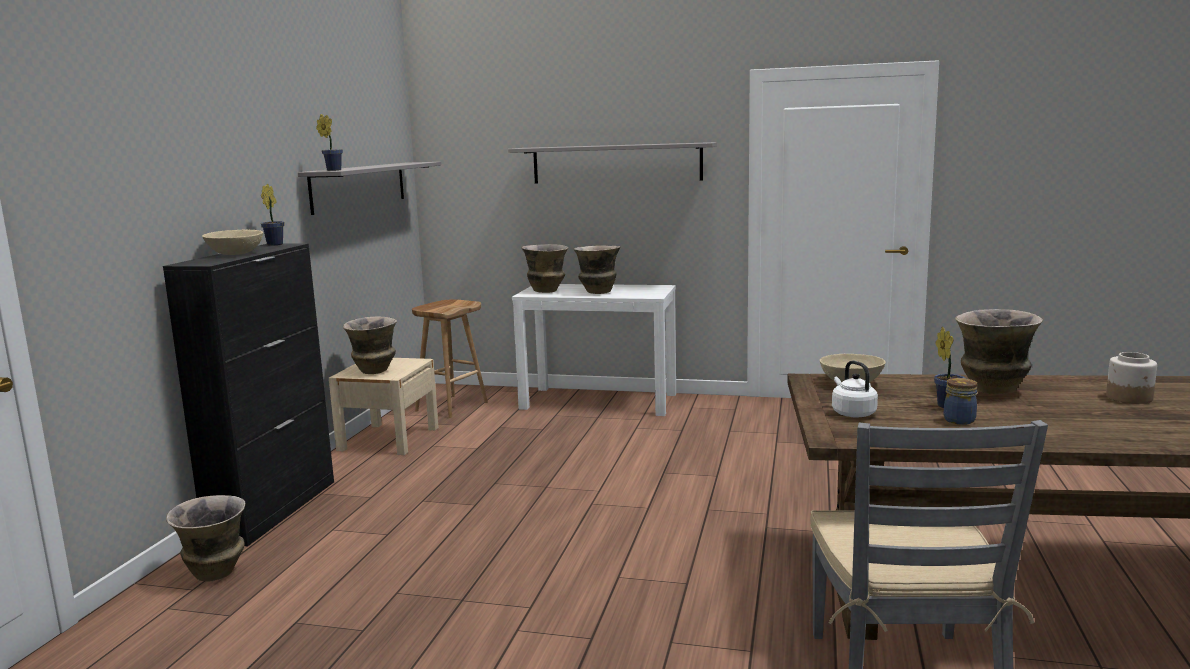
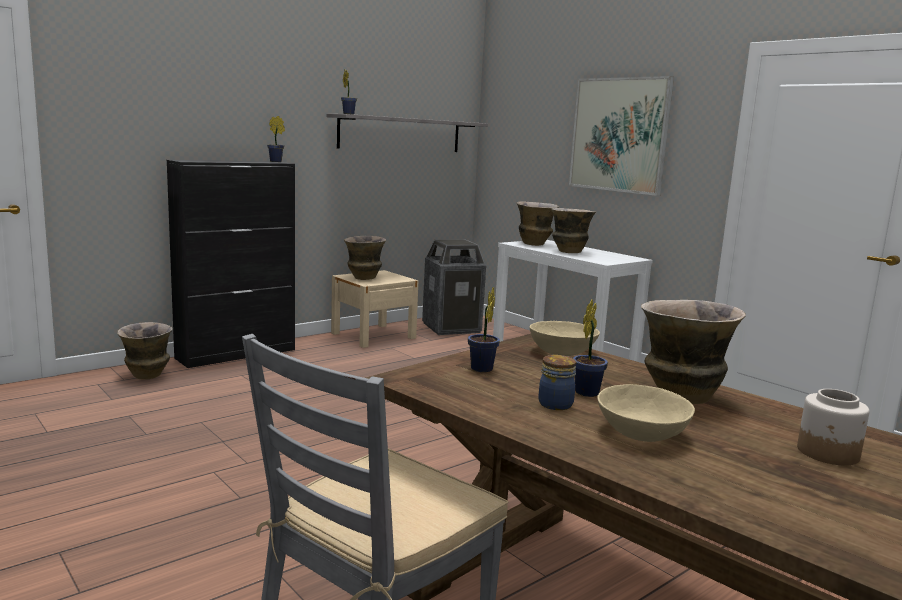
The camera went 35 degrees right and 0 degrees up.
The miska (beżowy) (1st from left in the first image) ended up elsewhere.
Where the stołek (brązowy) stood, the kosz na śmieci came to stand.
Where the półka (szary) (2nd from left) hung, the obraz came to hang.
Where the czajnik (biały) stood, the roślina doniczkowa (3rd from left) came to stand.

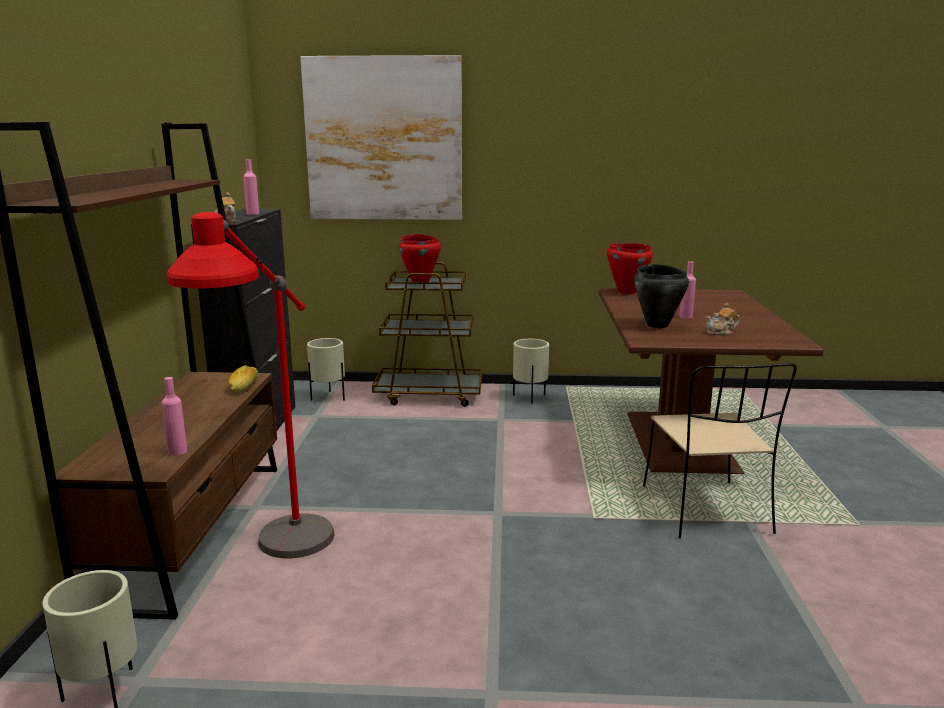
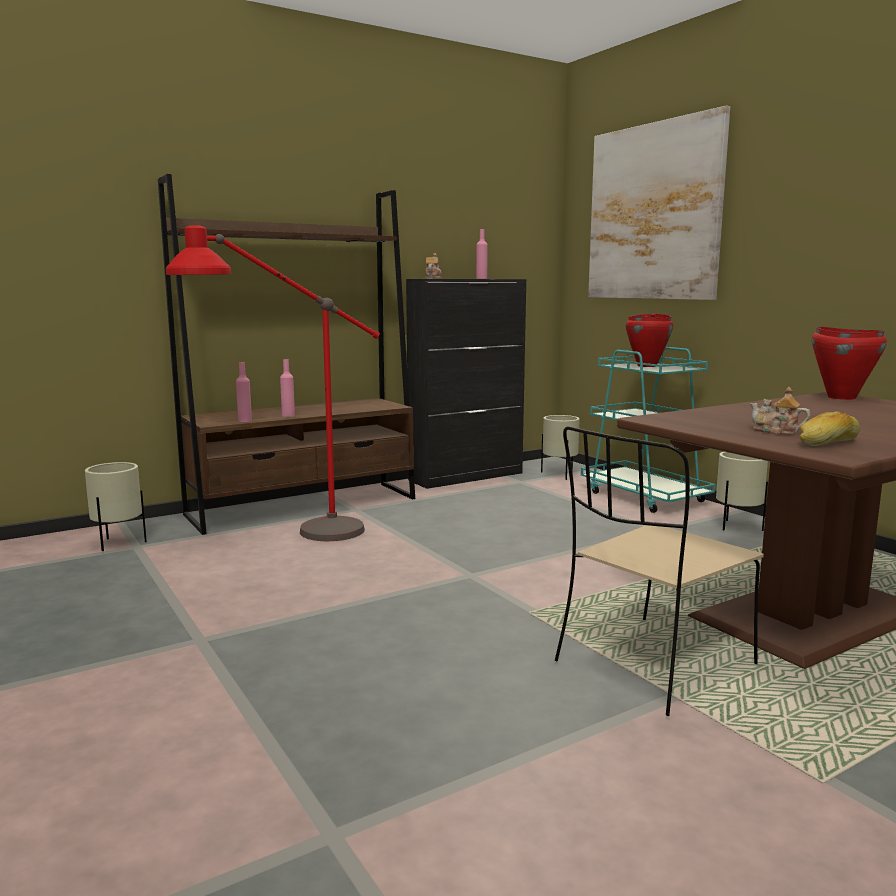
The camera went 55 degrees right and 5 degrees down.
The second view lost the garnek (czarny).
The chleb ended up elsewhere.
The butelka (różowy) (3rd from left in the first image) ended up elsewhere.
What was the wózek (brązowy) turned into the wózek (turkusowy).

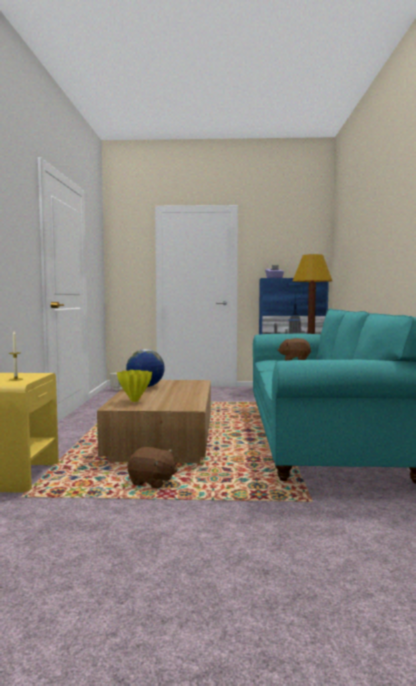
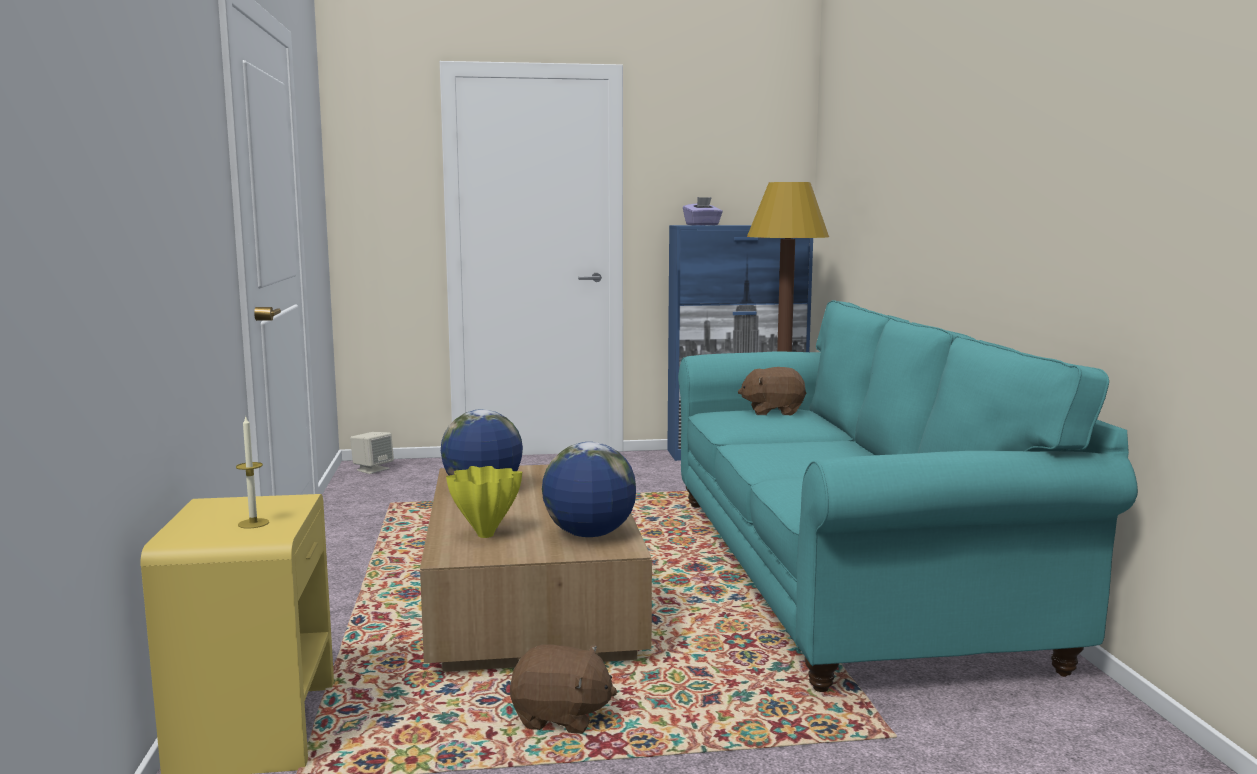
The camera went 10 degrees left and 5 degrees up.
The second view gained the globus (2nd from left).

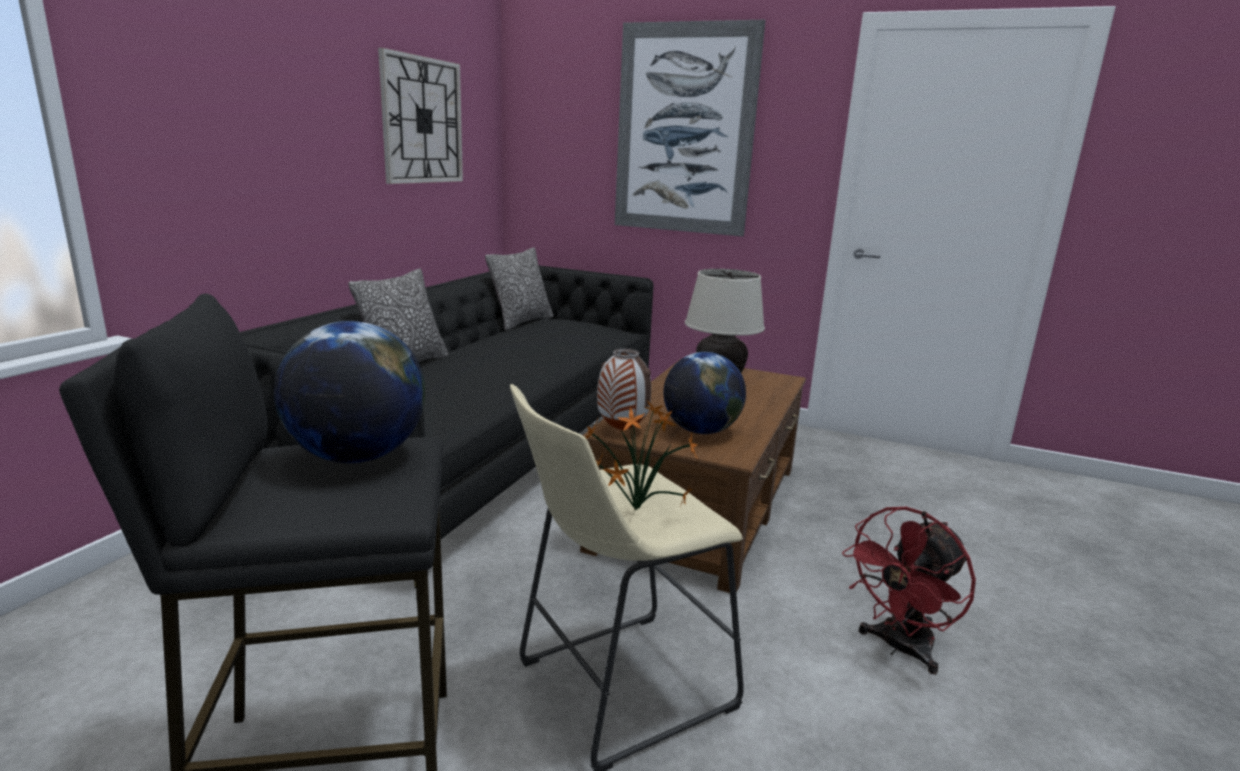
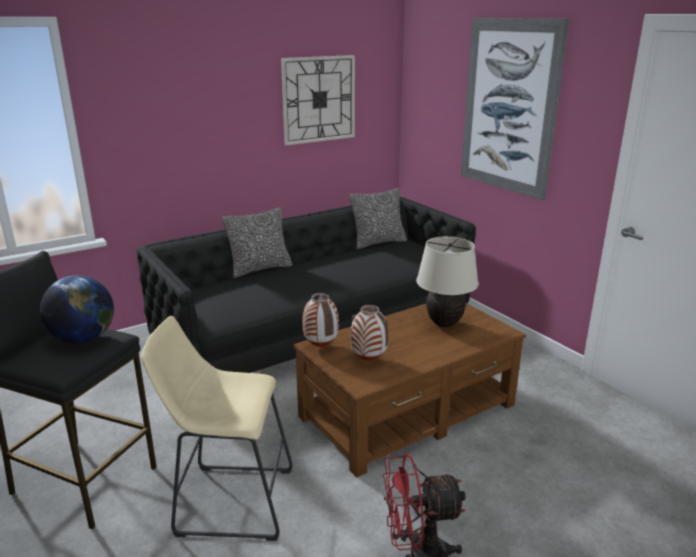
The camera went 35 degrees right and 5 degrees up.
The second view lost the roślina doniczkowa.
Where the globus (2nd from left) stood, the wazon (2nd from left) came to stand.

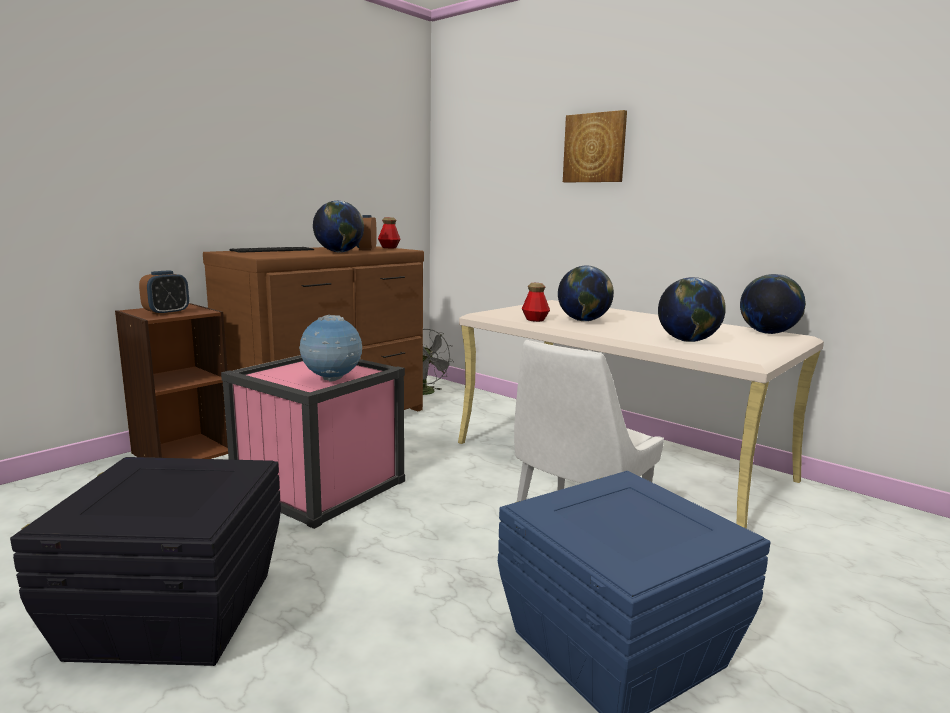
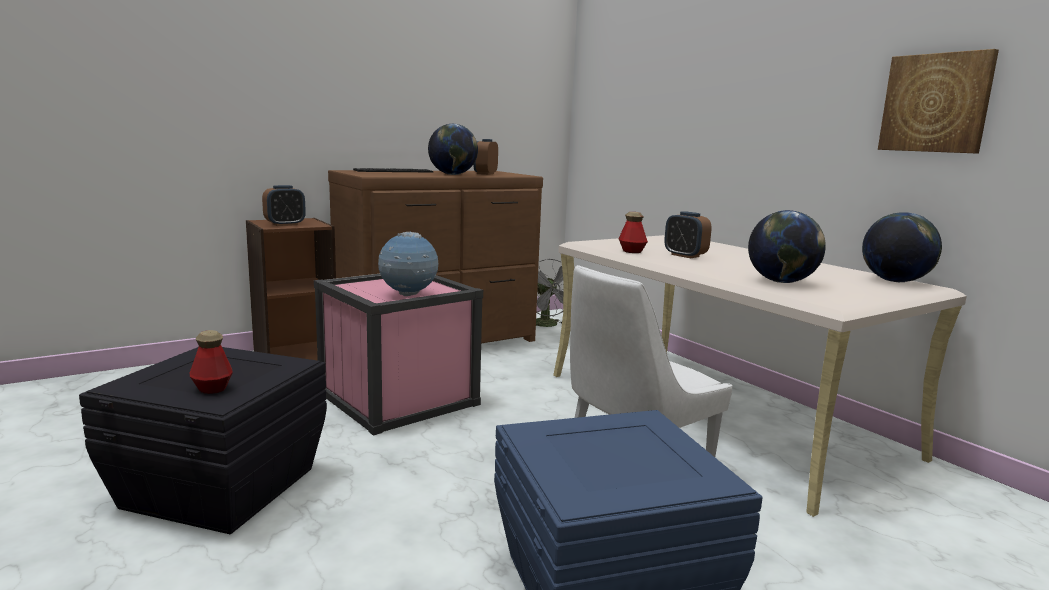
The camera went 15 degrees right and 0 degrees up.
The butelka (1st from left) ended up elsewhere.
The obraz ended up elsewhere.
Where the globus (3rd from left) stood, the budzik (3rd from left) came to stand.

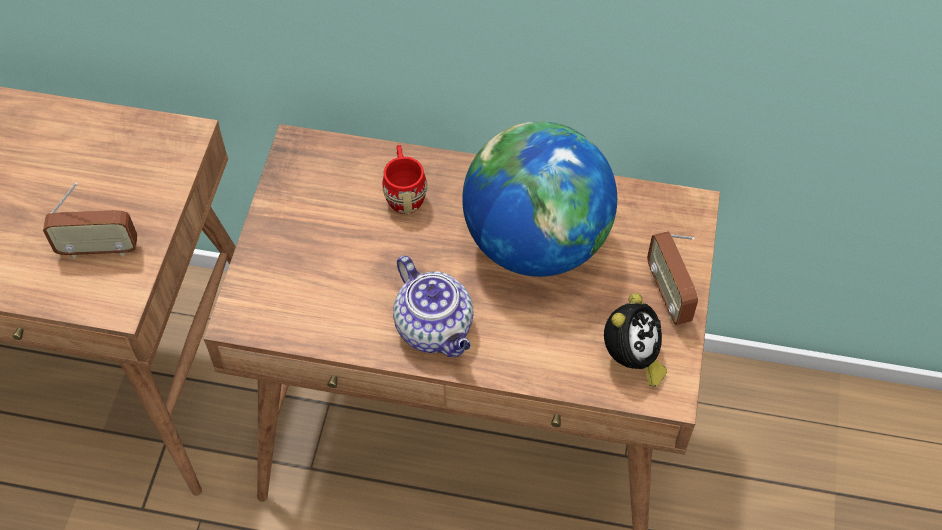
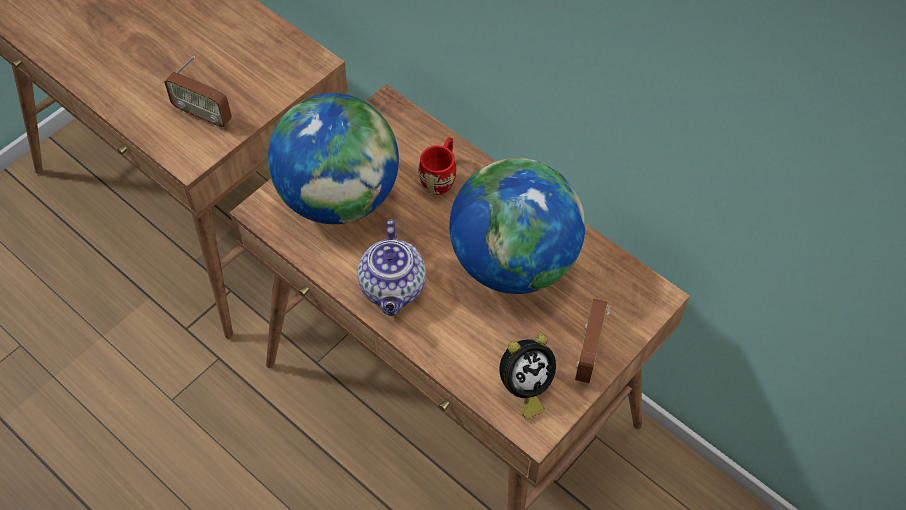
The camera went 30 degrees right and 0 degrees up.
The second view gained the globus (1st from left).

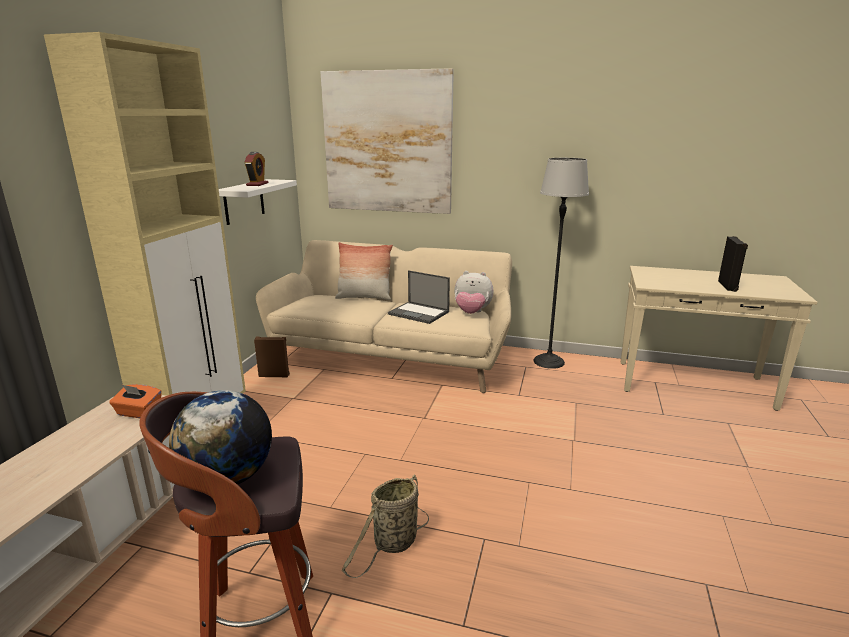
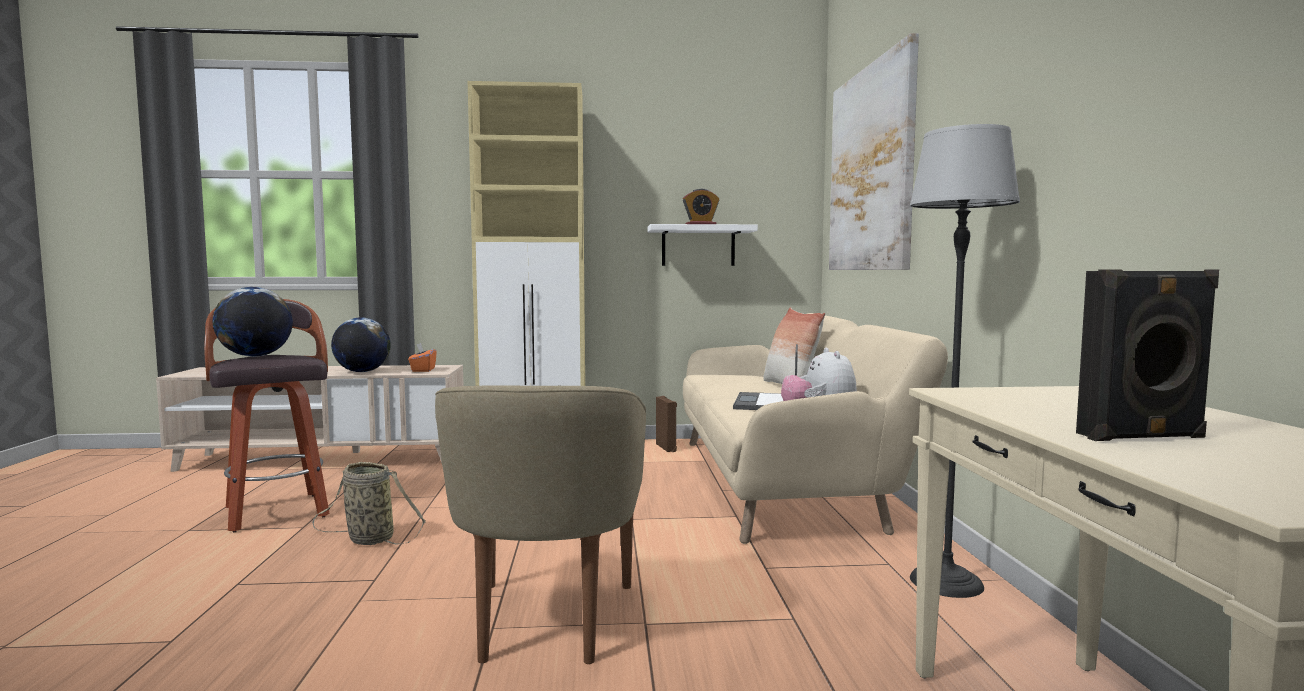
The camera went 70 degrees right and 15 degrees down.
The second view gained the globus (2nd from left).
The second view gained the fotel (beżowy).

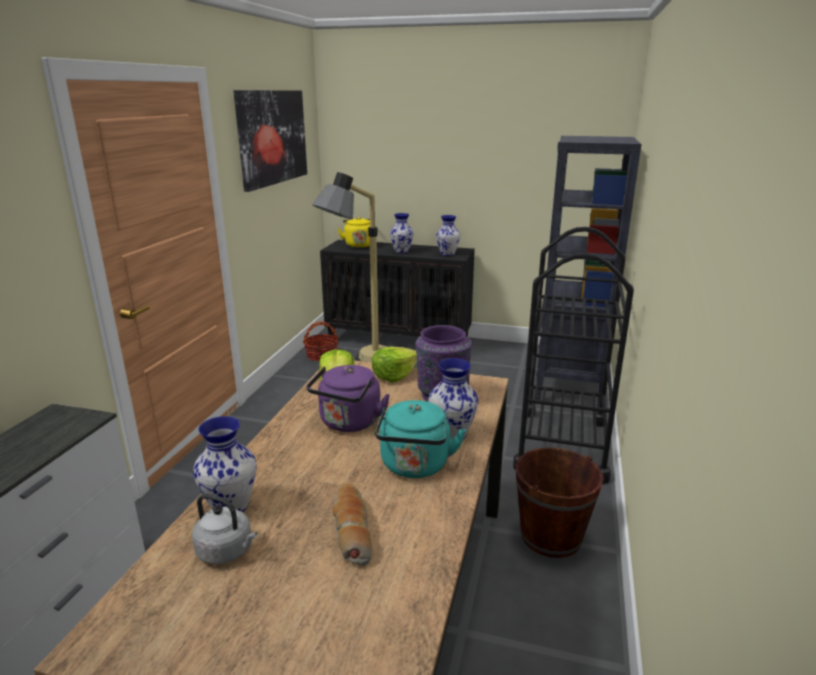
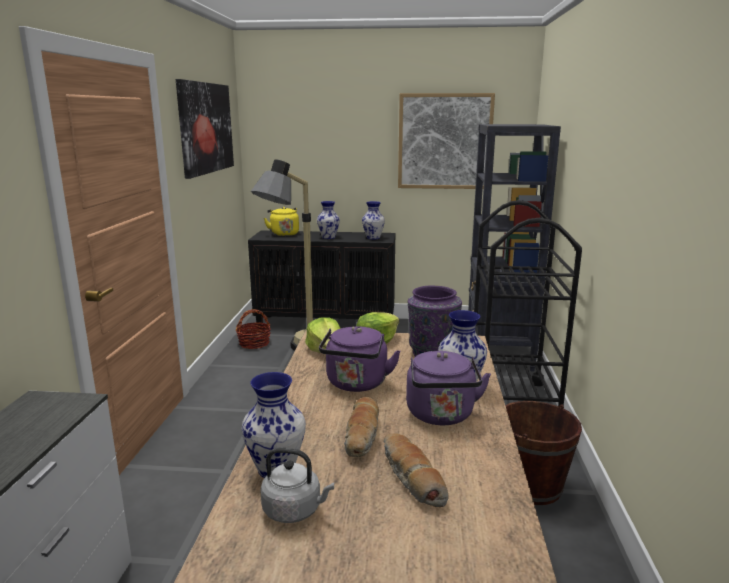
The camera went 10 degrees left and 5 degrees down.
The second view gained the chleb (1st from left).
The second view gained the obraz (2nd from left).
What was the czajnik (turkusowy) turned into the czajnik (fioletowy) (2nd from left).

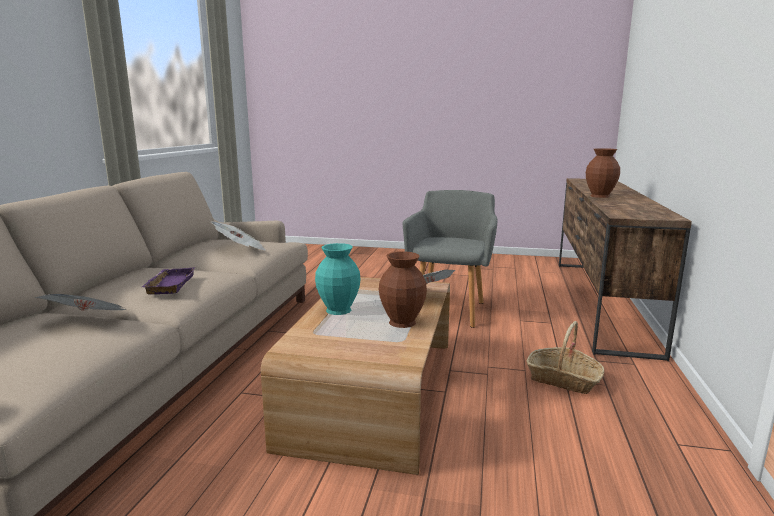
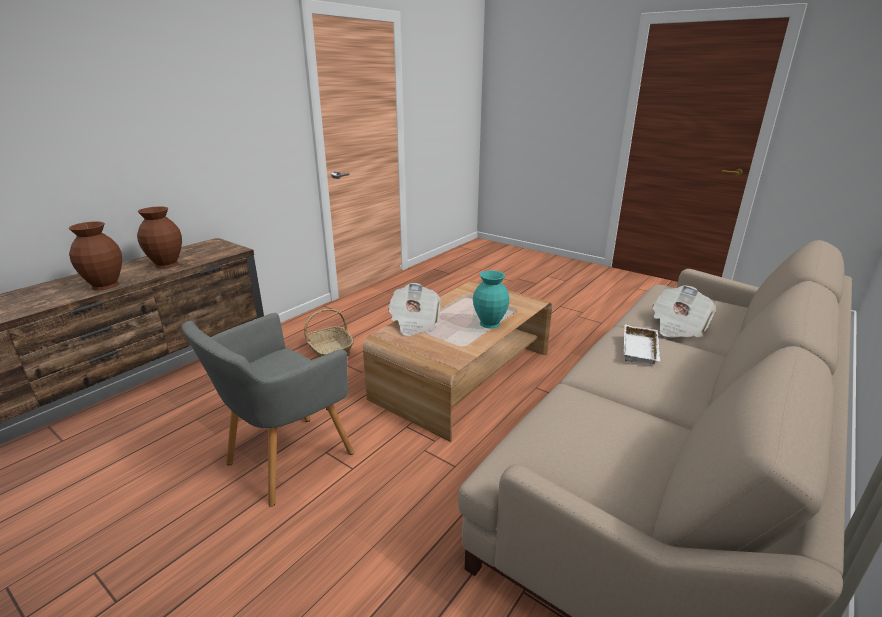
The camera went 155 degrees left and 10 degrees up.
The second view lost the gazeta (2nd from left).
The wazon (brązowy) (1st from left in the first image) ended up elsewhere.
What was the taca (fioletowy) turned into the taca (biały).

